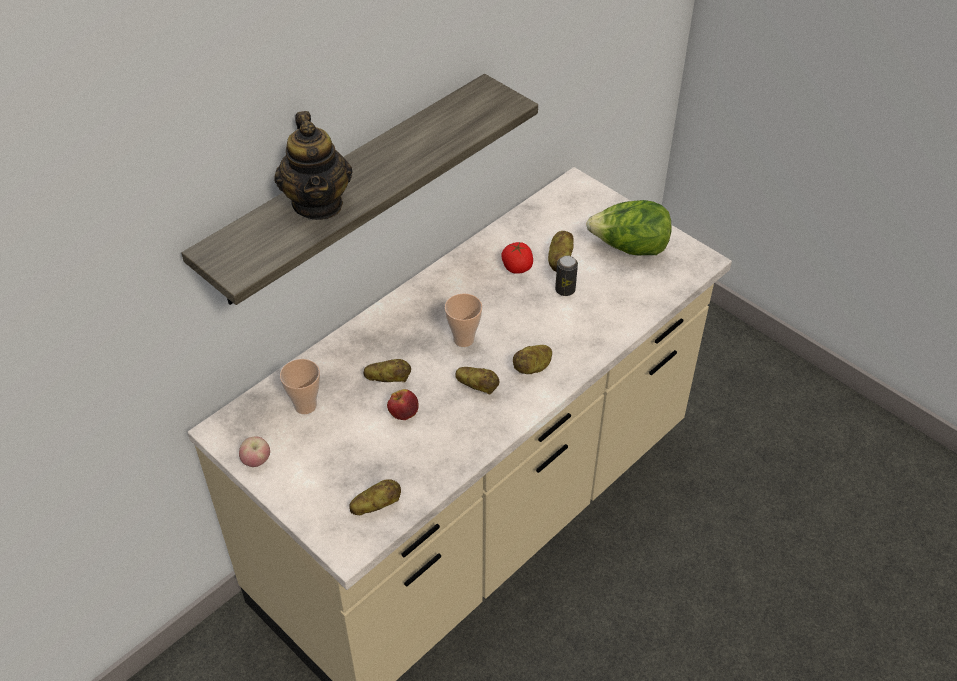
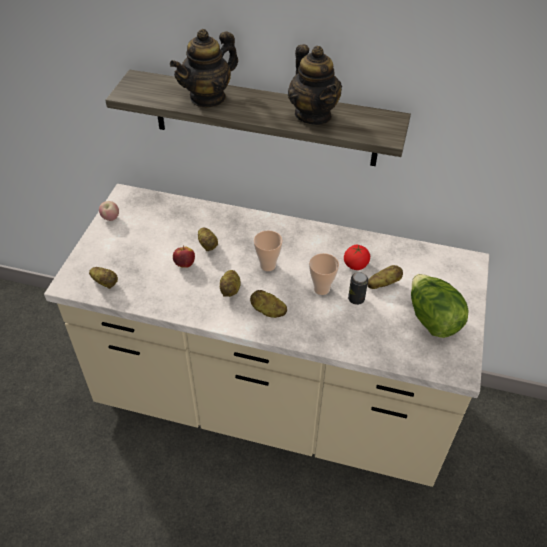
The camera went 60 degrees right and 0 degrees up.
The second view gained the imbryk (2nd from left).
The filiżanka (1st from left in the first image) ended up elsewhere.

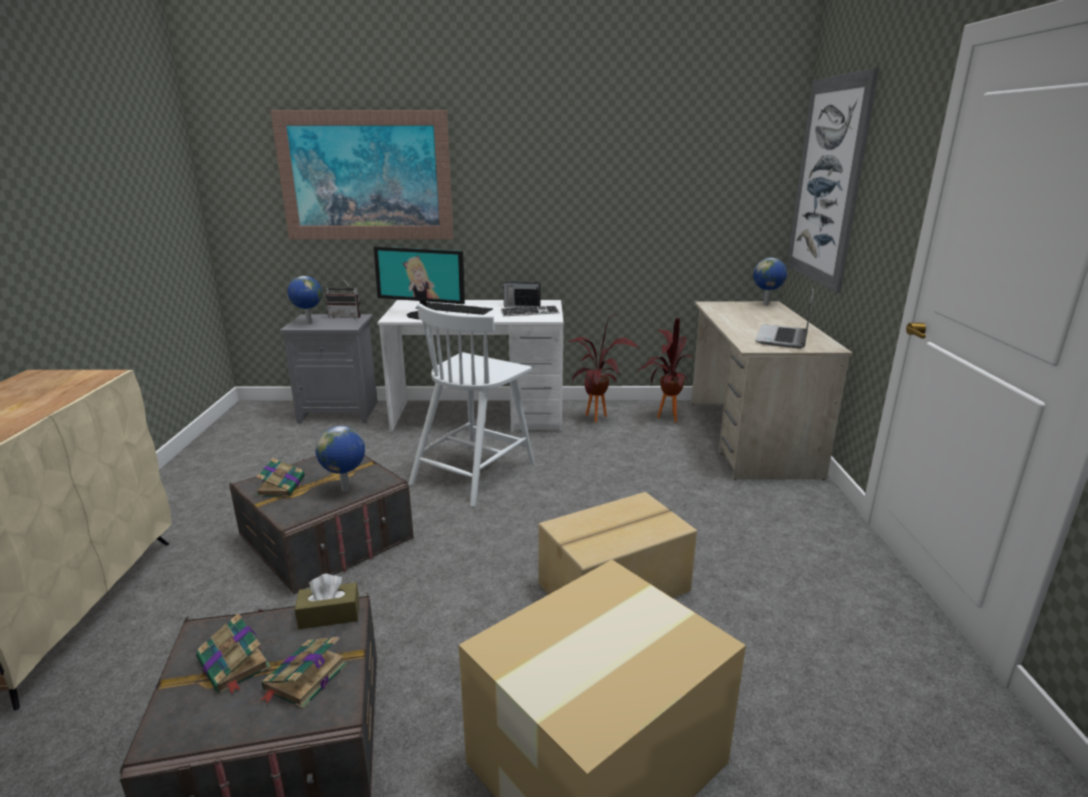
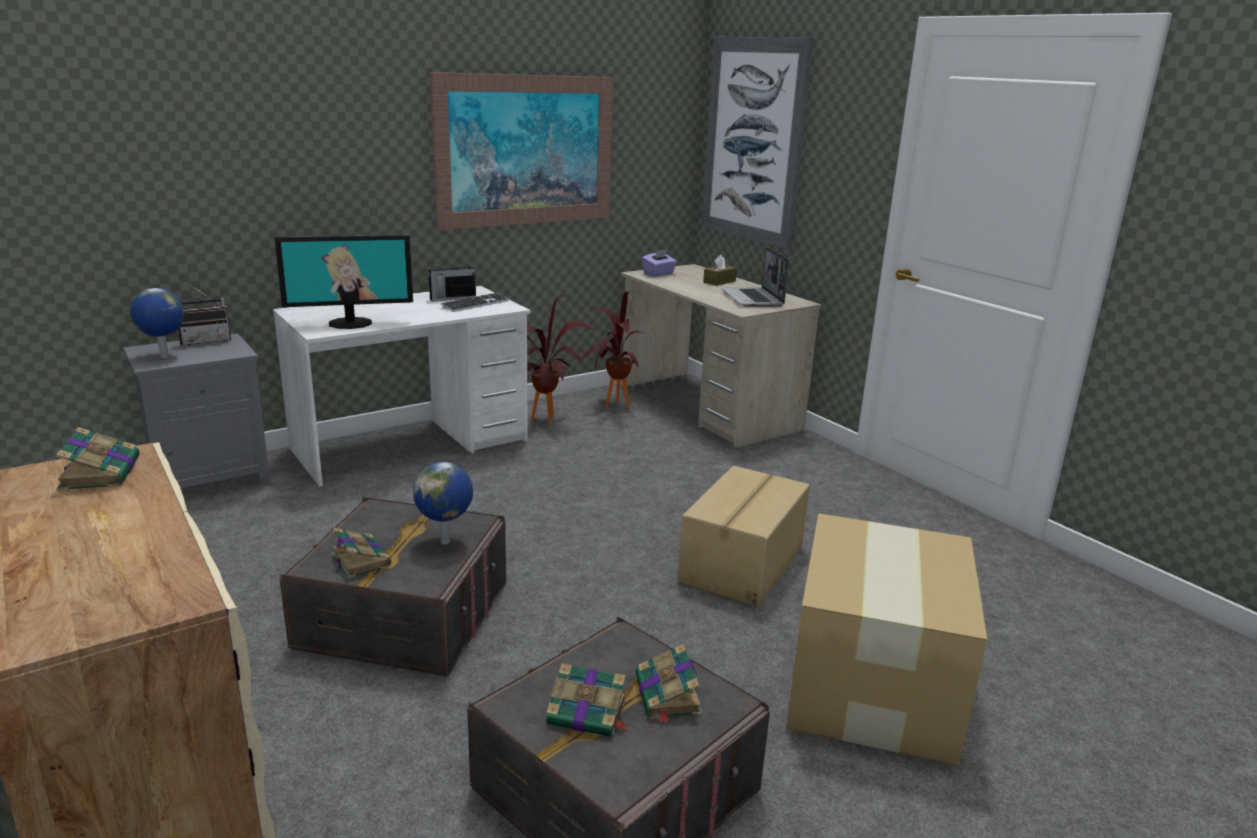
The camera went 35 degrees left and 0 degrees up.
The second view lost the krzesło (biały).
The second view lost the klawiatura (1st from left).
The second view lost the globus (3rd from left).
The second view gained the książka (1st from left).
The second view gained the pudełko chusteczek (fioletowy).
The obraz (1st from left) ended up elsewhere.
The pudełko chusteczek (brązowy) ended up elsewhere.

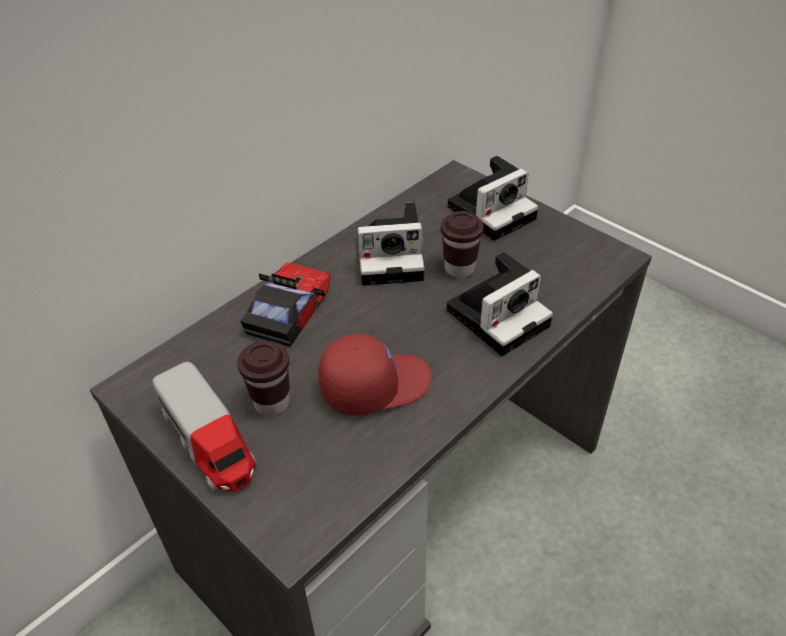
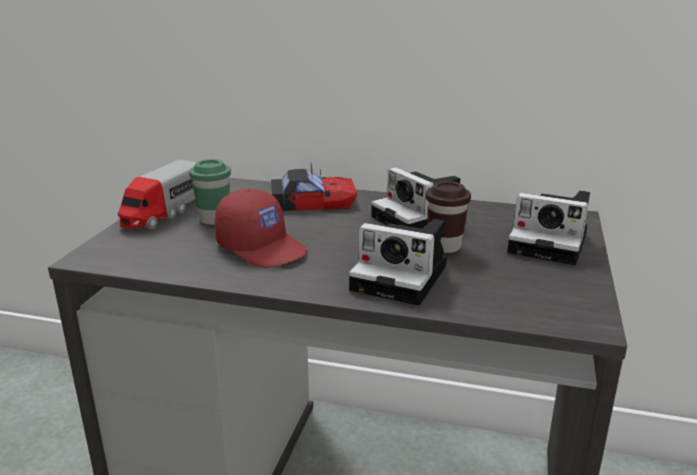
The camera went 60 degrees right and 20 degrees down.
What was the filiżanka (brązowy) (1st from left) turned into the filiżanka (zielony).

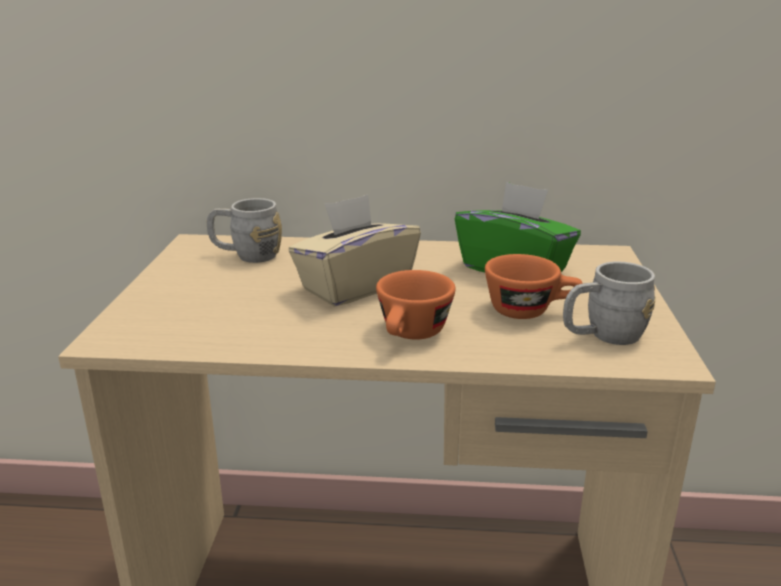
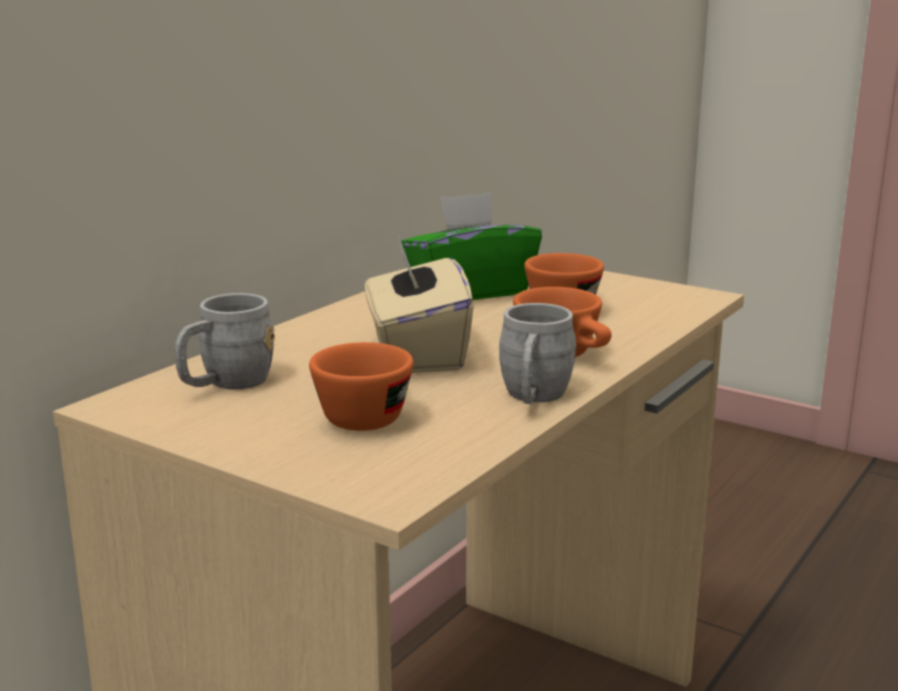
The camera went 60 degrees left and 5 degrees down.
The second view gained the filiżanka (pomarańczowy) (1st from left).
The kubek (szary) (2nd from left) ended up elsewhere.

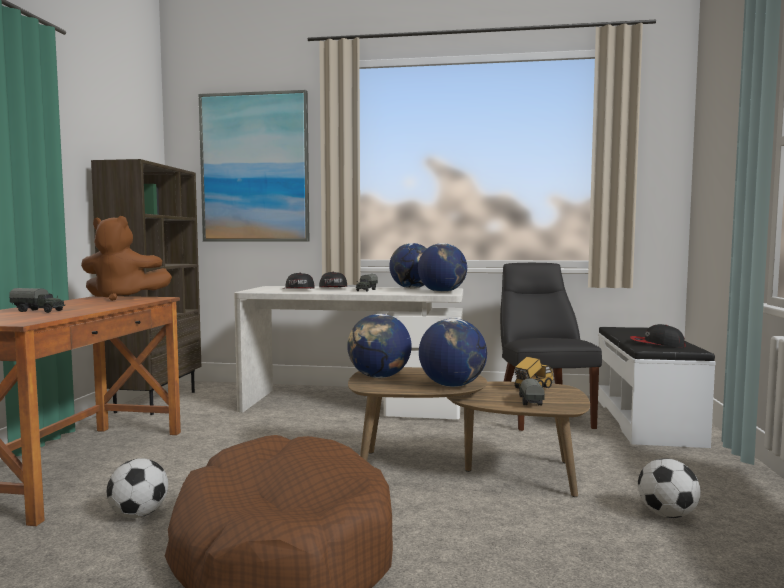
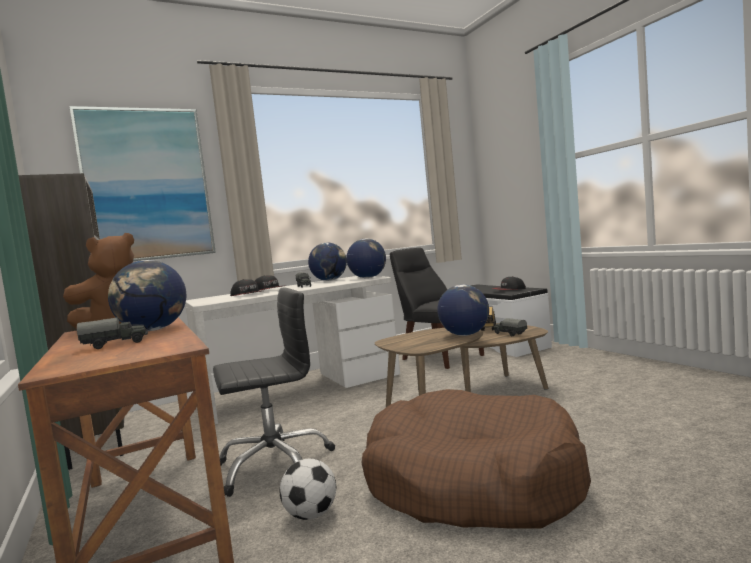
The camera went 35 degrees left and 0 degrees up.
The second view lost the piłka futbolowa (2nd from left).
The second view gained the krzesło biurowe (czarny).
The globus (1st from left) ended up elsewhere.

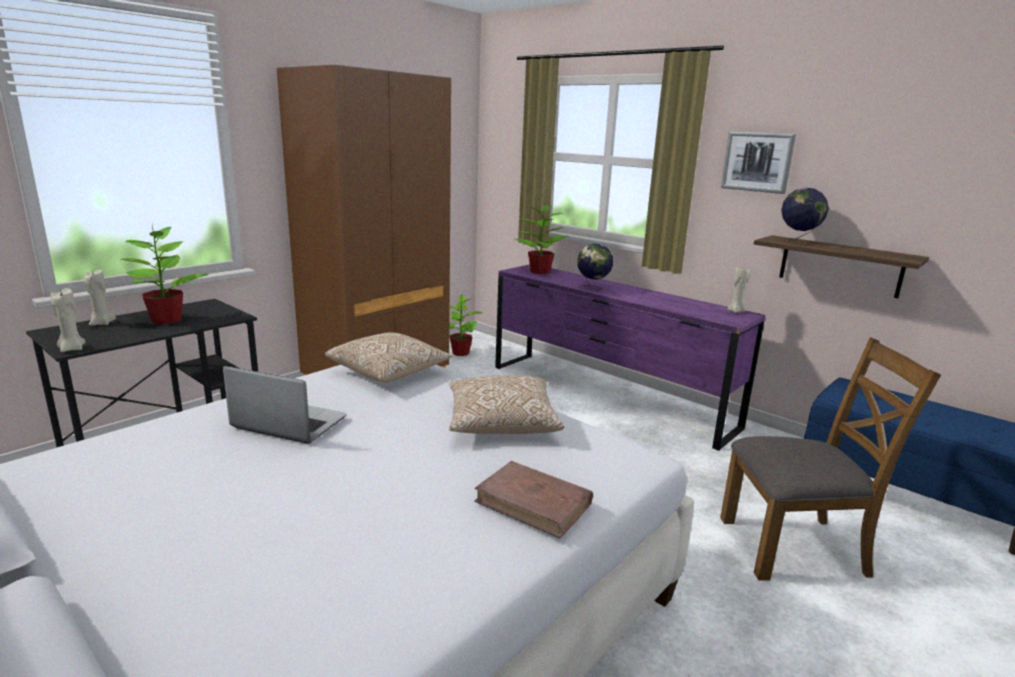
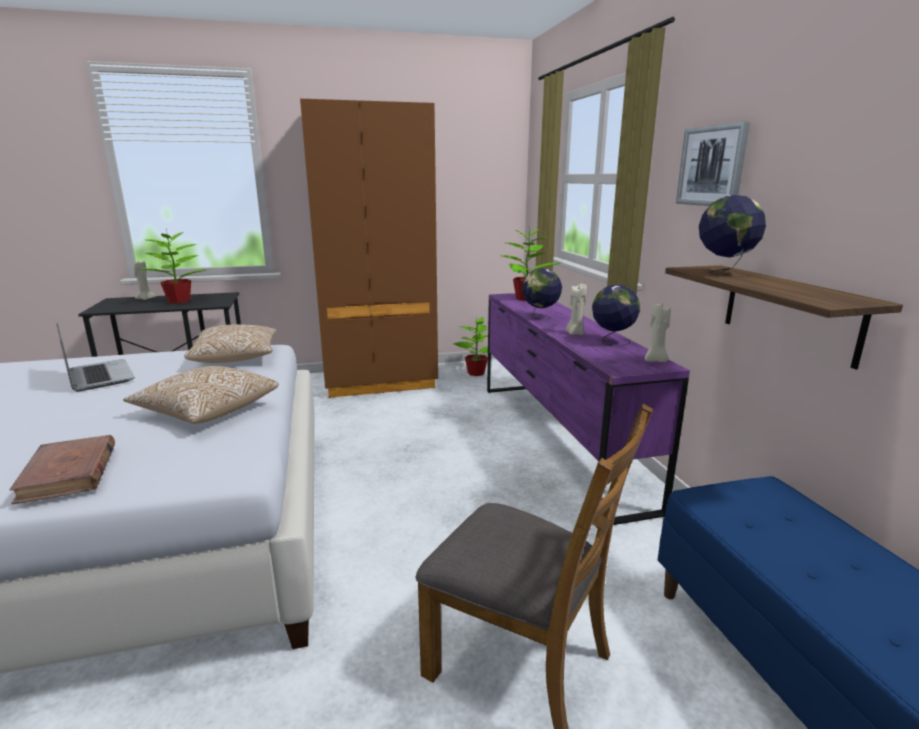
The camera went 35 degrees right and 0 degrees up.
The second view gained the globus (2nd from left).
The świeca (beżowy) (1st from left in the first image) ended up elsewhere.

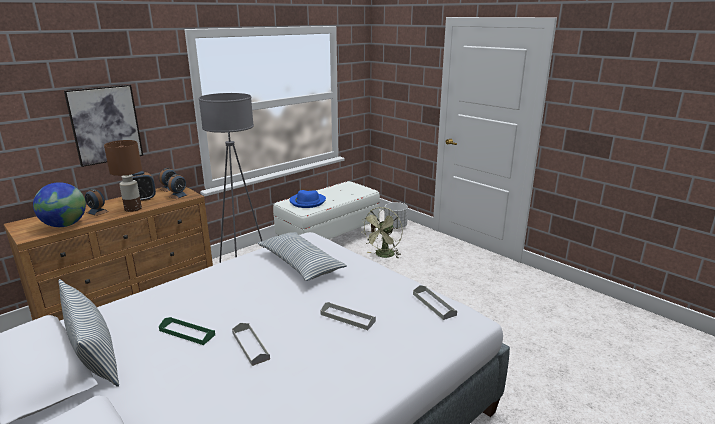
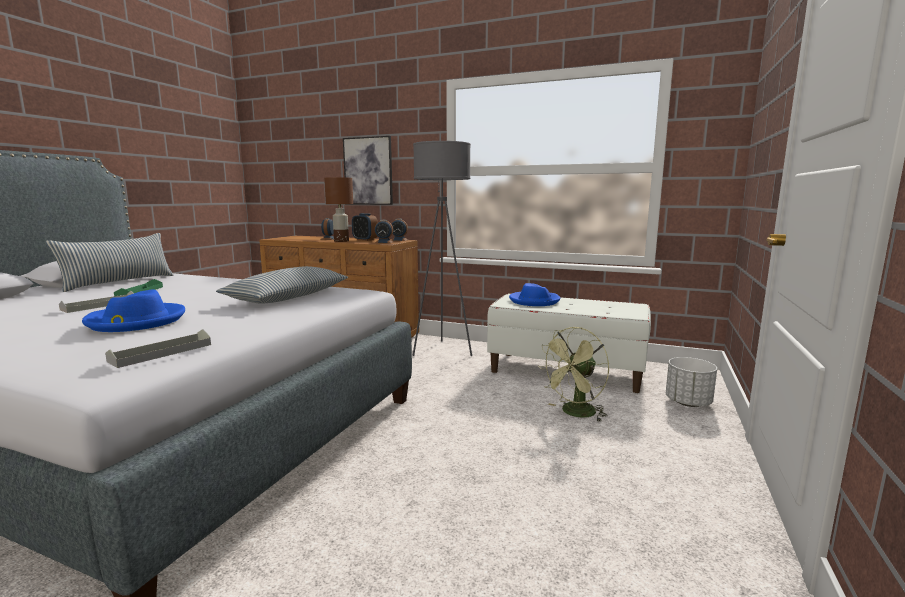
The camera went 65 degrees right and 10 degrees down.
The second view lost the globus.
Where the taca (szary) (2nd from left) stood, the kapelusz (niebieski) (1st from left) came to stand.
The wentylator (zielony) ended up facing another way, 45 degrees counterclockwise from before.

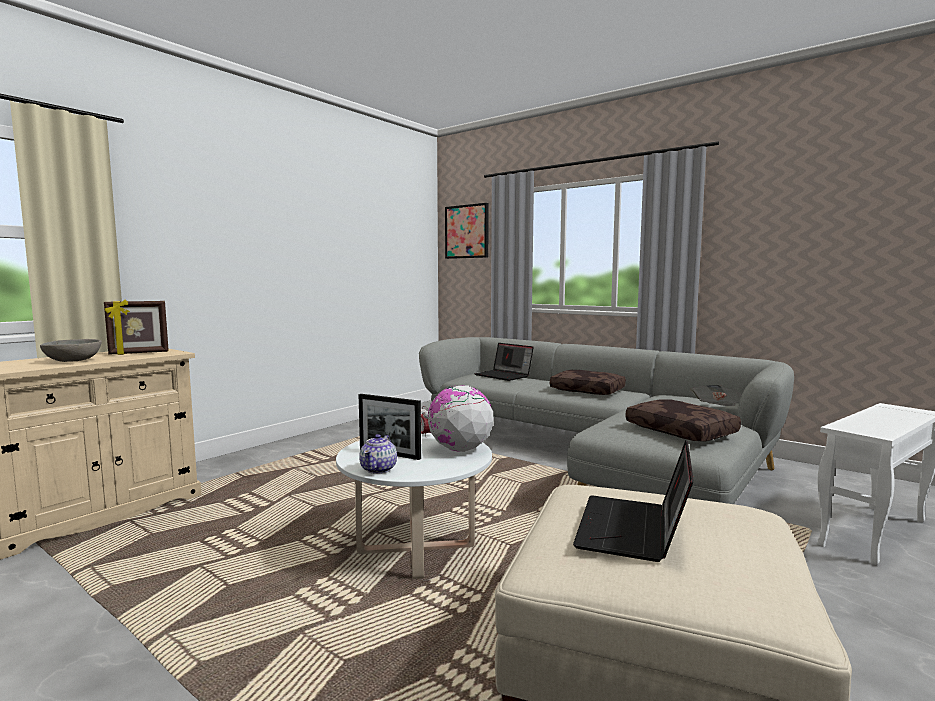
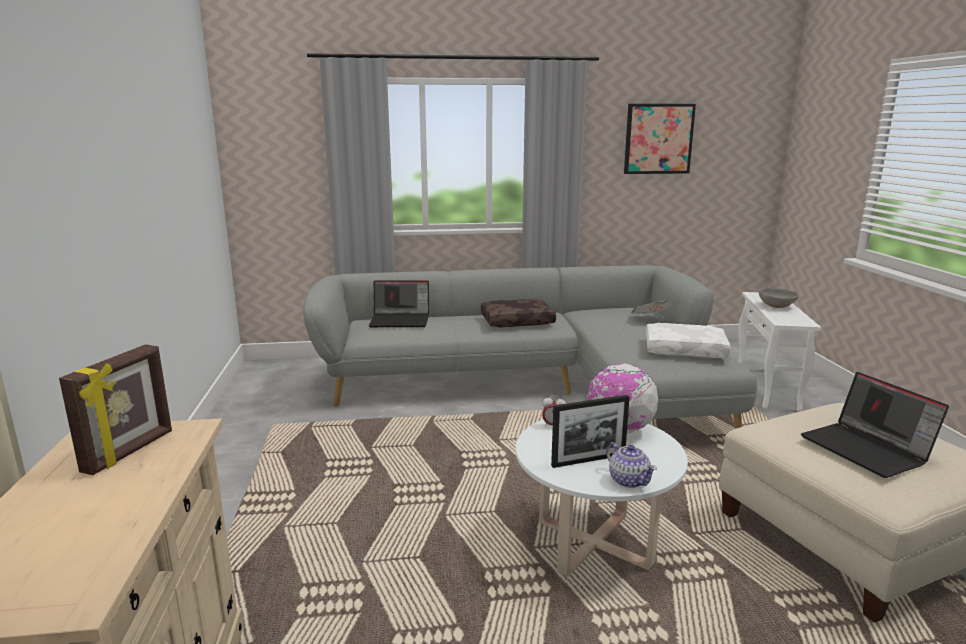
The camera went 45 degrees left and 10 degrees up.
The miska (szary) ended up elsewhere.
The obraz ended up elsewhere.
What was the poduszka (brązowy) (2nd from left) turned into the poduszka (biały).

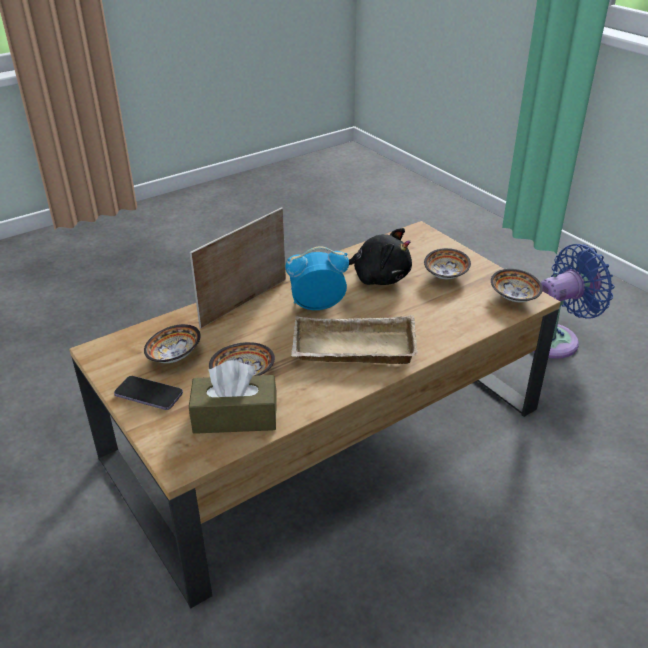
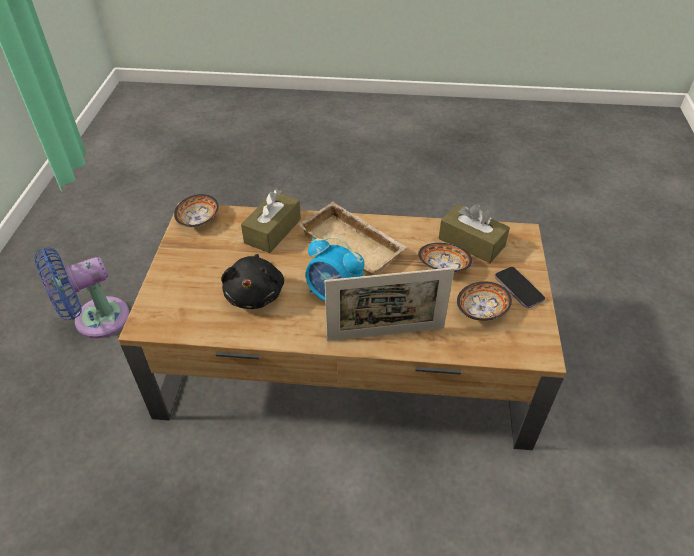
The camera went 140 degrees left and 10 degrees up.
The second view lost the miska (3rd from left).
The second view gained the pudełko chusteczek (brązowy) (1st from left).
The pluszak (czarny) ended up facing another way, 150 degrees counterclockwise from before.
The wentylator (niebieski) ended up facing another way, 45 degrees counterclockwise from before.

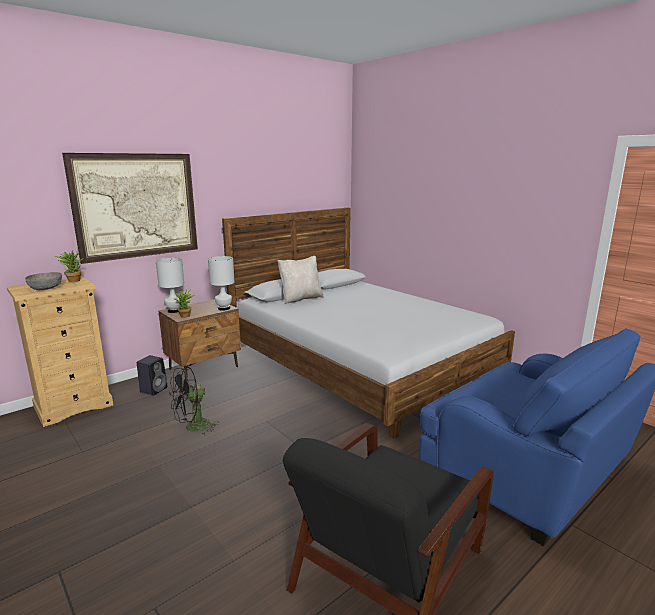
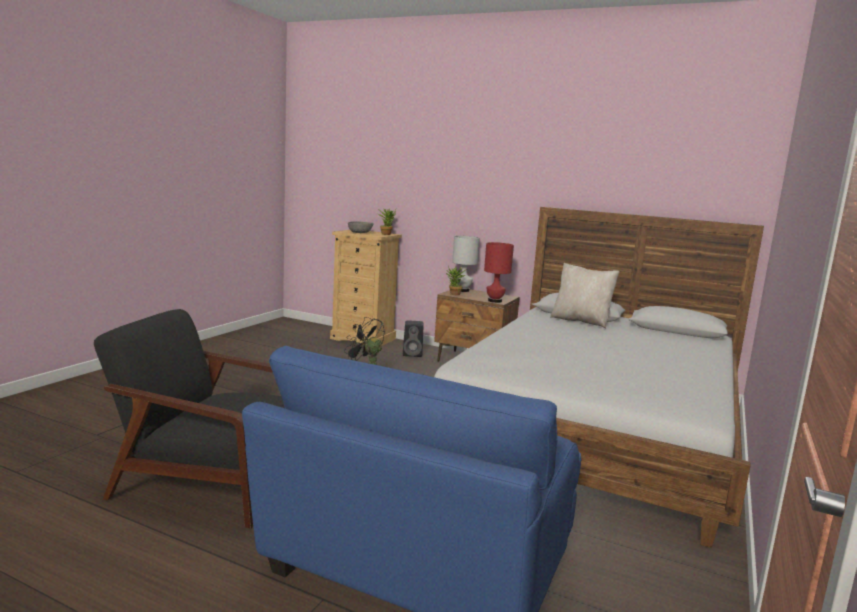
The camera went 65 degrees right and 5 degrees down.
The second view lost the obraz.
What was the lampa stołowa (biały) (2nd from left) turned into the lampa stołowa (czerwony).

